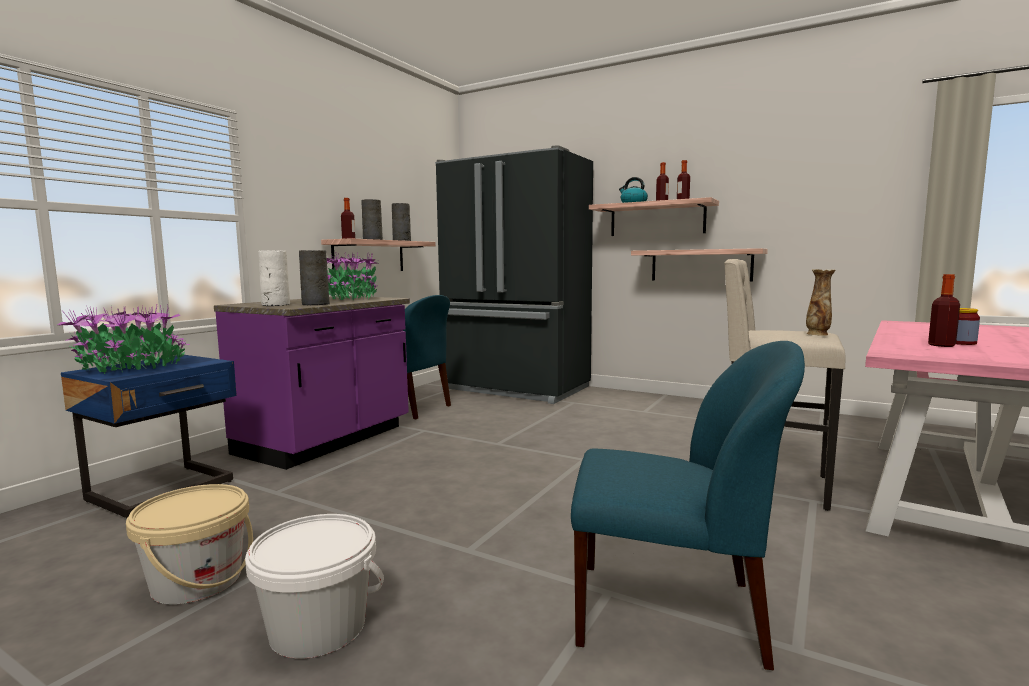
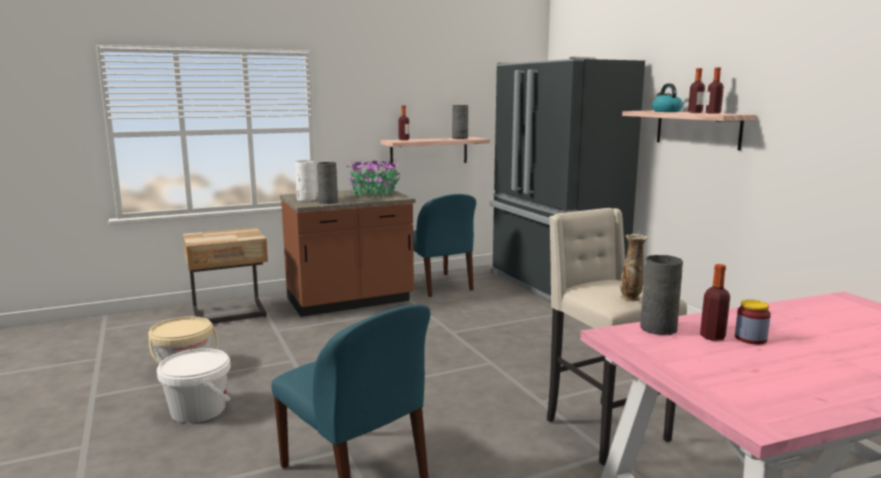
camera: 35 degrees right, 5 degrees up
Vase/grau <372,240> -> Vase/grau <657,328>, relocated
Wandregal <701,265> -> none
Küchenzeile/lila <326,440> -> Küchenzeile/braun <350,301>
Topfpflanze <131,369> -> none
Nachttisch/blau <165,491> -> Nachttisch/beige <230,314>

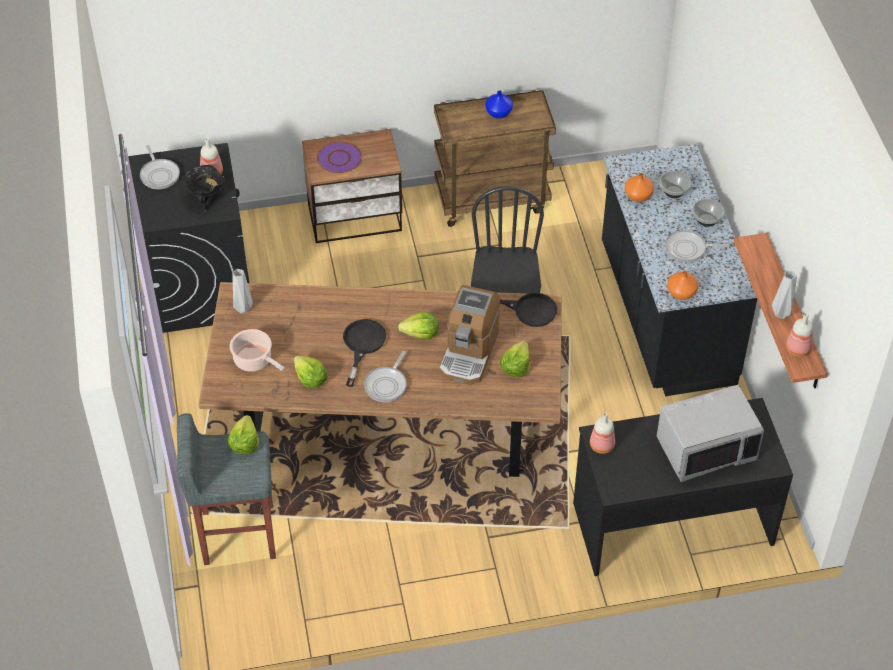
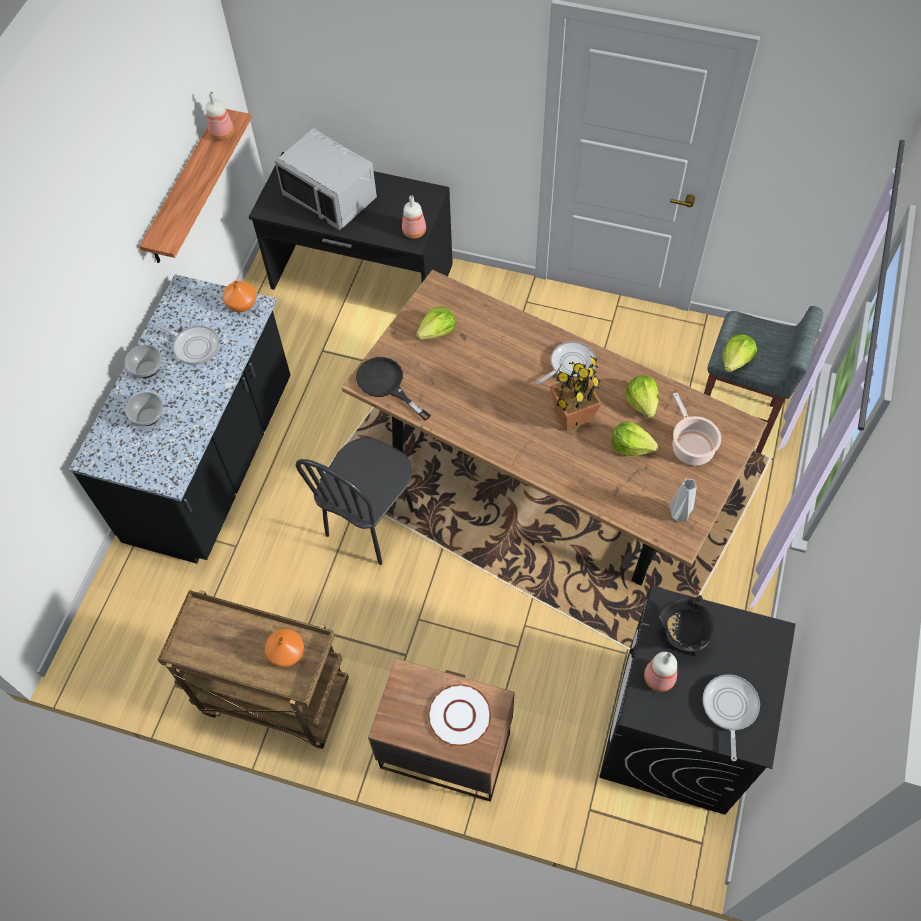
camera: 150 degrees left, 10 degrees up
Vase/blau <499,113> -> none
Teller/lila <339,158> -> Teller/weiß <459,715>
Vase/orange <638,196> -> Vase/orange <286,652>, relocated
Vase/grau <781,314> -> none
Kaffeemaschine <469,352> -> none
Salatkopf <420,334> -> Salatkopf <631,446>, relocated
Pfanne/schwarz <362,345> -> Topfpflanze <572,416>
Mikrowelle/grau <705,448> -> Mikrowelle/grau <331,196>, 150 degrees counterclockwise

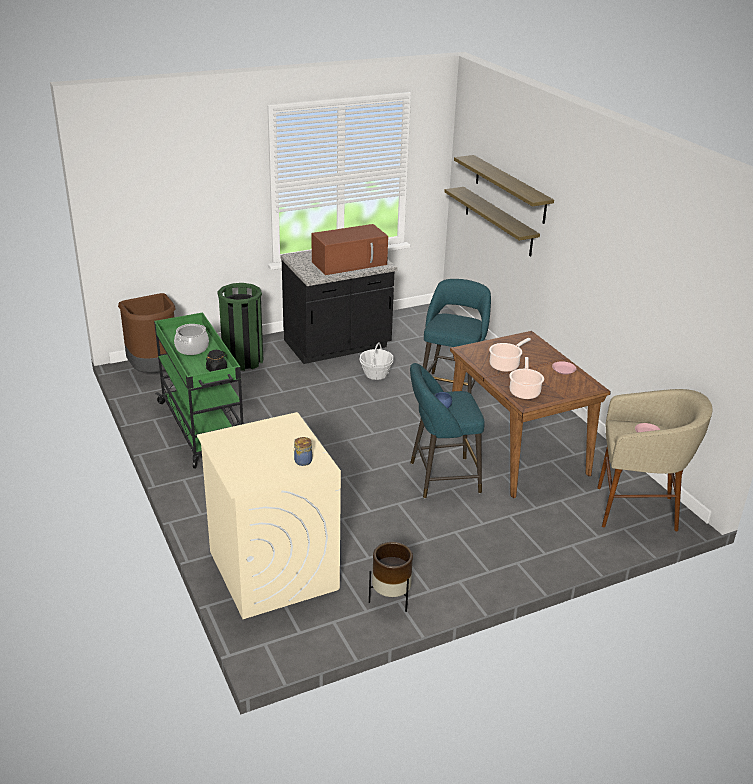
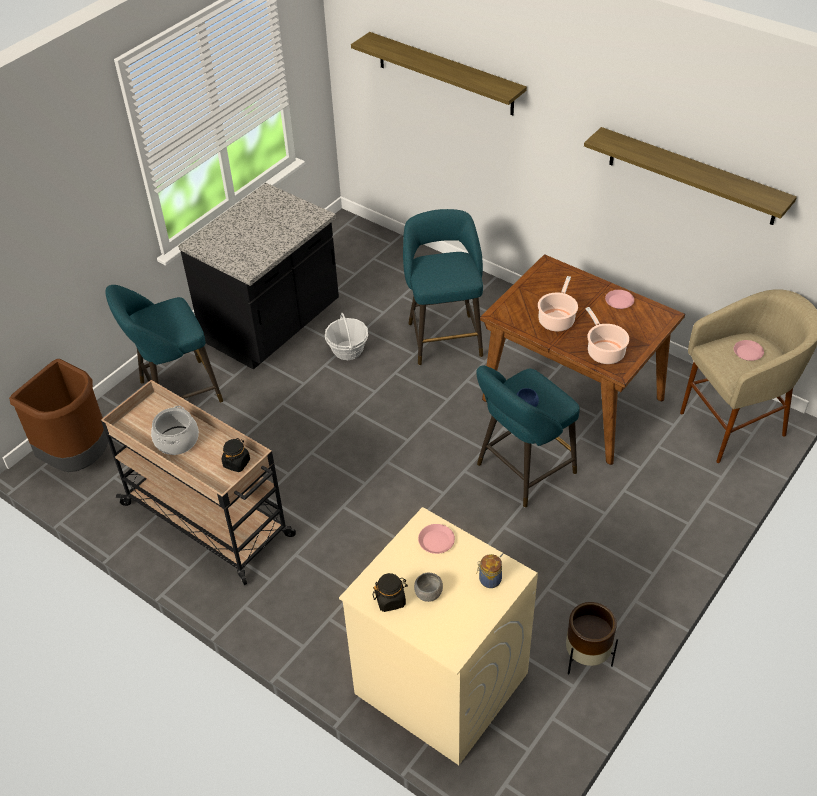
camera: 25 degrees left, 15 degrees up
Wandregal <498,221> -> Wandregal <691,176>, relocated
Mikrowelle/braun <350,263> -> none
Mülleimer/grün <243,360> -> Hocker/türkis <176,394>
Rollwagen/grün <203,429> -> Rollwagen/beige <209,521>
none -> Teller/rosa <436,541>
none -> Vorratsglas/schwarz <390,600>
none -> Schüssel/grau <428,593>

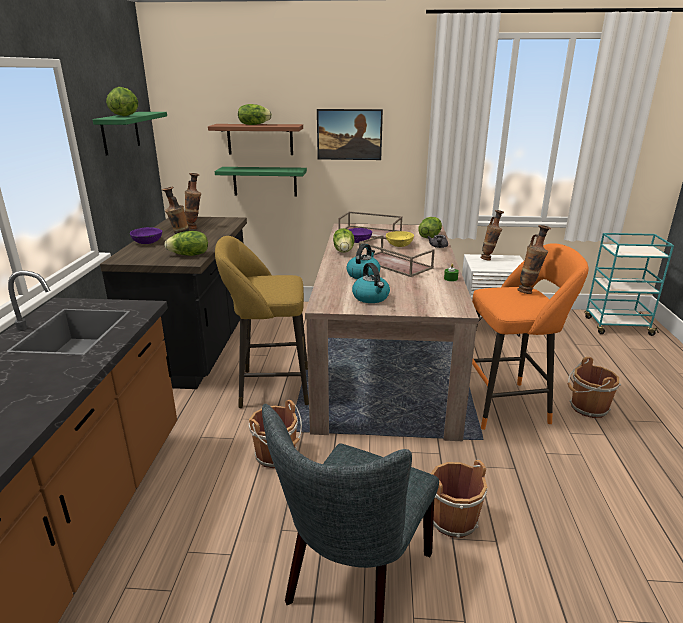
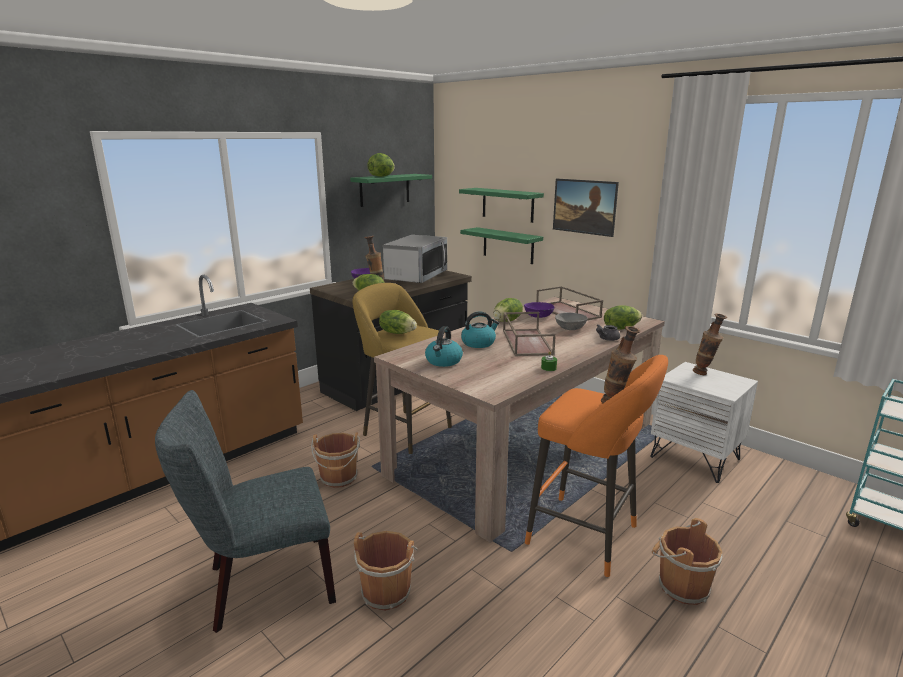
camera: 40 degrees right, 5 degrees down
Salatkopf <254,124> -> Salatkopf <397,332>, relocated
Wandregal/braun <260,139> -> Wandregal/grün <507,204>
Vase <195,228> -> Mikrowelle <416,276>
Schüssel/gelb <399,245> -> Schüssel/grau <571,328>

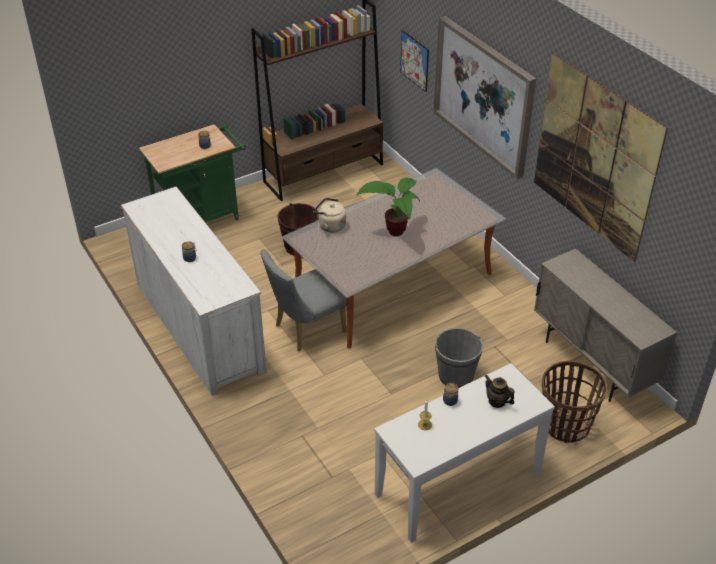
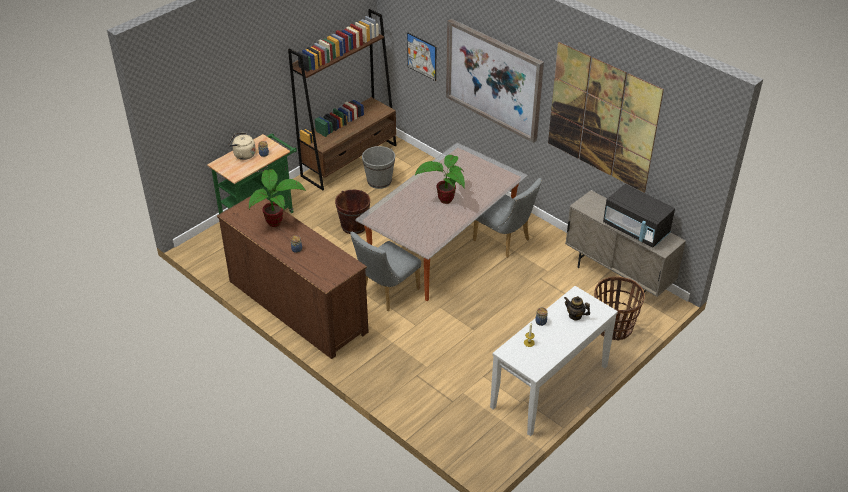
camera: 15 degrees left, 0 degrees up
Kommode/weiß <199,326> -> Kommode/braun <297,306>
Wasserkessel/beige <330,226> -> Wasserkessel/beige <243,155>, relocated
Eimer/grau <456,376> -> Eimer/grau <379,181>, relocated
none -> Topfpflanze <277,222>
none -> Stuhl/grau <505,241>
none -> Mikrowelle/schwarz <636,229>

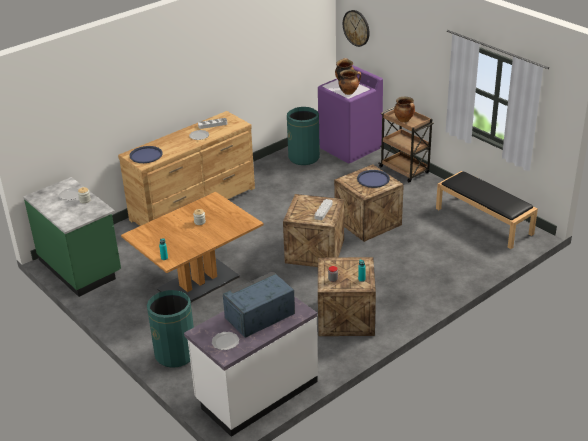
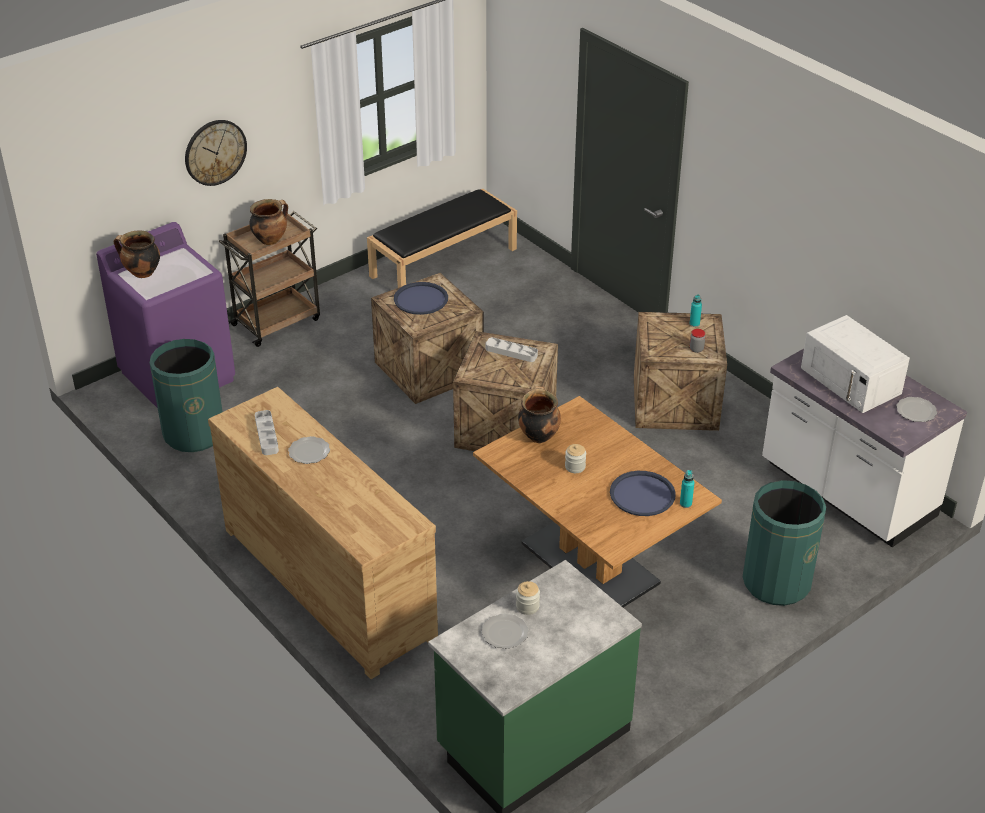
camera: 90 degrees left, 5 degrees up
Wanduhr <356,28> -> Wanduhr <215,152>, relocated
Kochtopf <349,92> -> Kochtopf <538,435>, relocated
Tablett/blau <146,155> -> Tablett/blau <642,494>, relocated
Mikrowelle/blau <259,316> -> Mikrowelle/weiß <851,381>

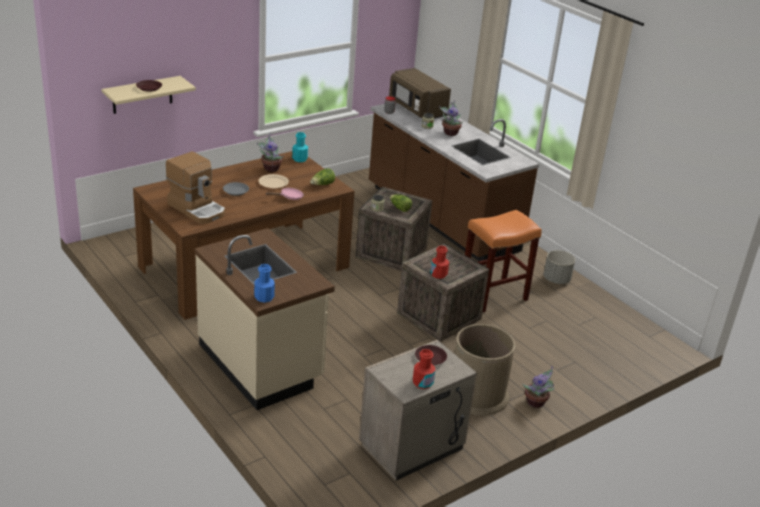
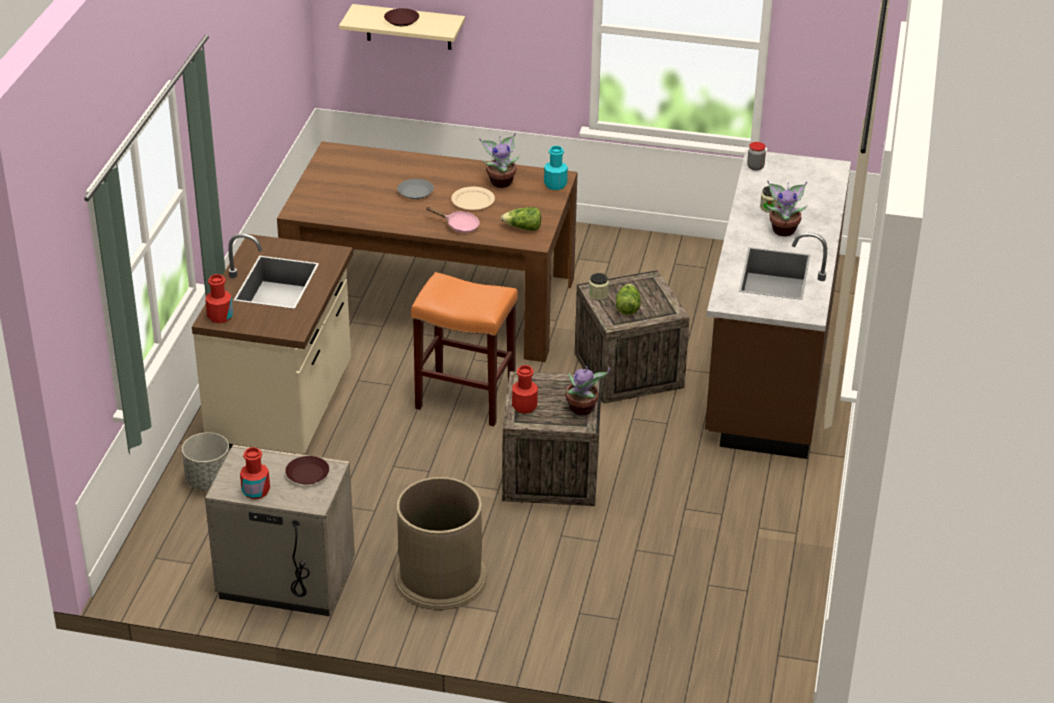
camera: 50 degrees right, 5 degrees up
Mikrowelle/braun <416,109> -> none
Kaffeemaschine <197,209> -> none
Hocker/orange <493,296> -> Hocker/orange <464,399>, relocated
Pflanzkübel/grau <556,280> -> Pflanzkübel/grau <208,481>, relocated
Flasche/blau <264,297> -> Flasche/rot <220,316>
Topfpflanze <536,403> -> Topfpflanze <582,409>, relocated

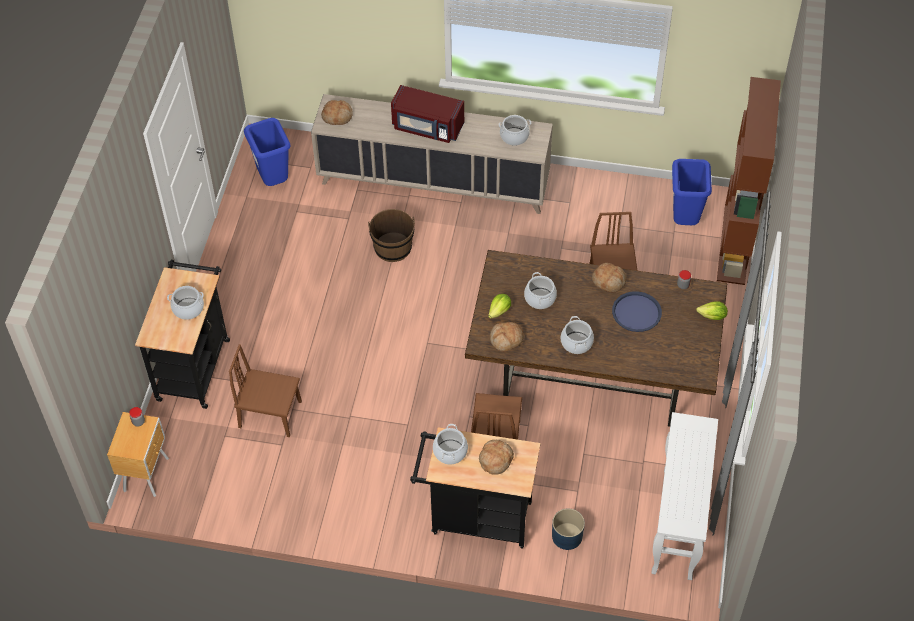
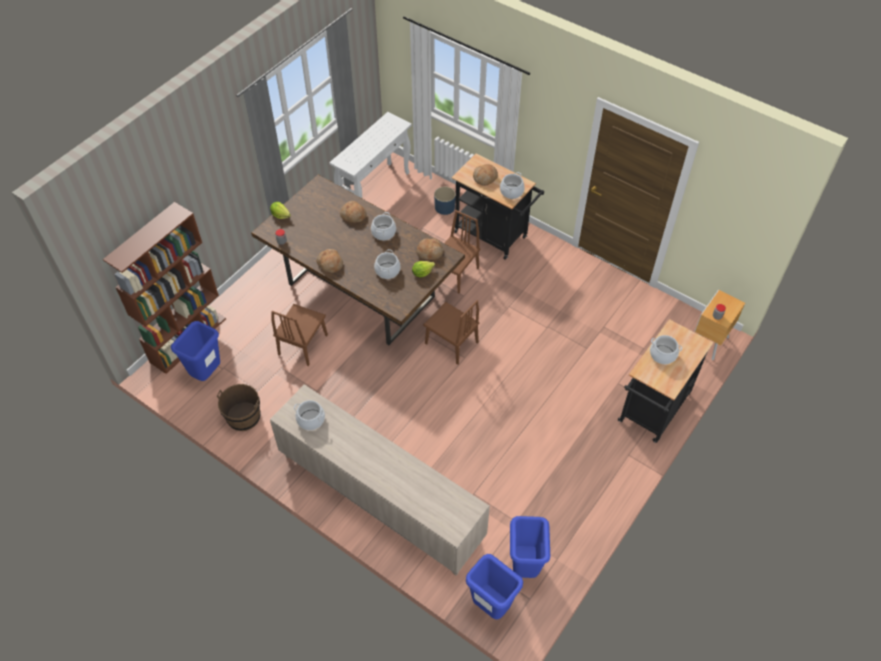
camera: 155 degrees left, 0 degrees up
Mikrowelle/rot <427,127> -> none
Brot <337,116> -> Brot <353,215>, relocated
Eimer/braun <393,247> -> Eimer/braun <243,417>, relocated
Tablett/blau <636,312> -> none
Stuhl/braun <270,414> -> Stuhl/braun <451,343>, relocated
none -> Mülleimer/blau <490,605>

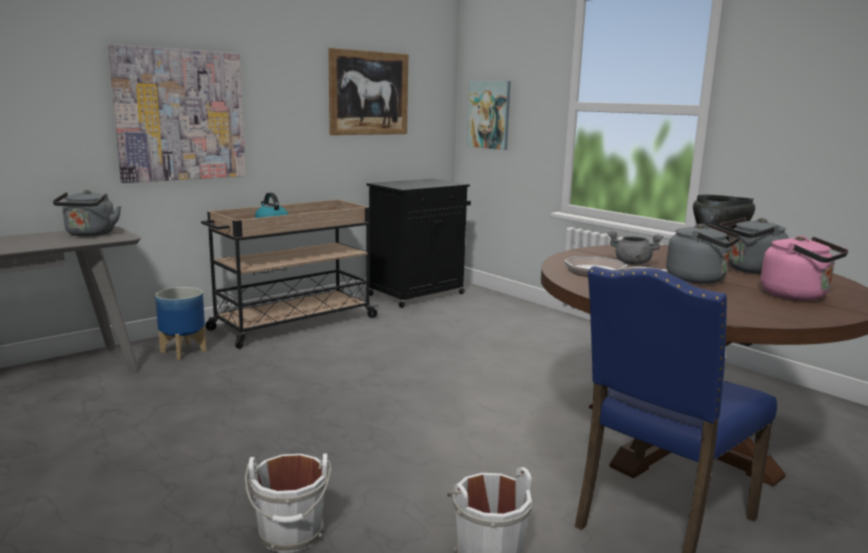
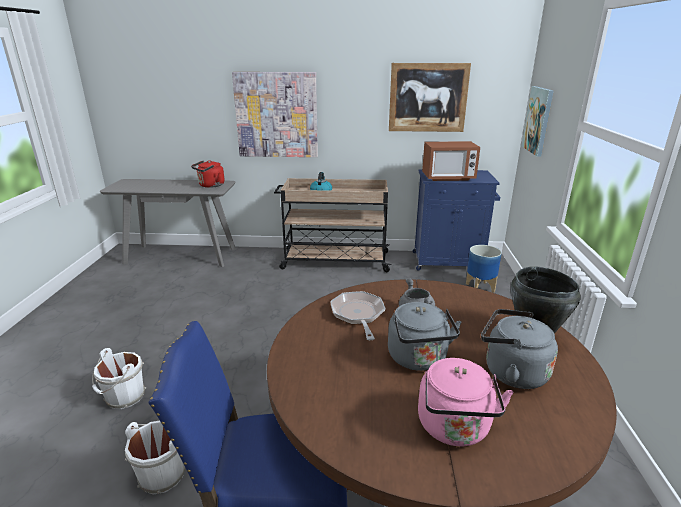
camera: 45 degrees right, 10 degrees up
Schrank/schwarz <418,294> -> Schrank/blau <449,262>
Wasserkessel/grau <90,234> -> Wasserkessel/rot <210,185>
Pflanzkübel <182,351> -> Pflanzkübel <479,287>, relocated
none -> Mikrowelle <448,178>

